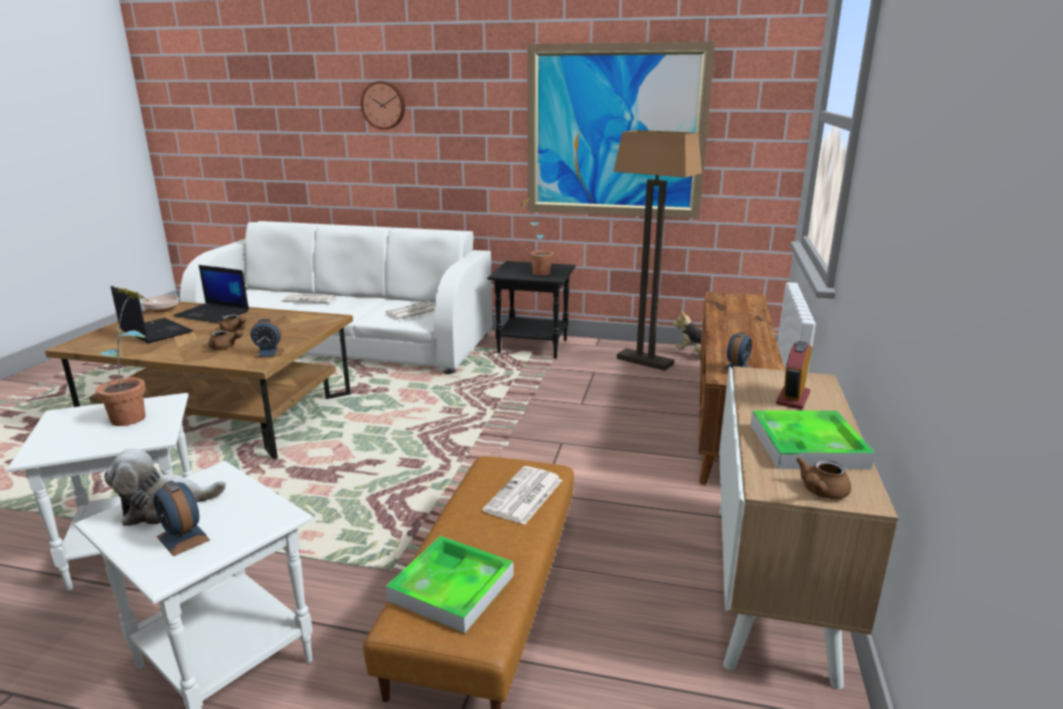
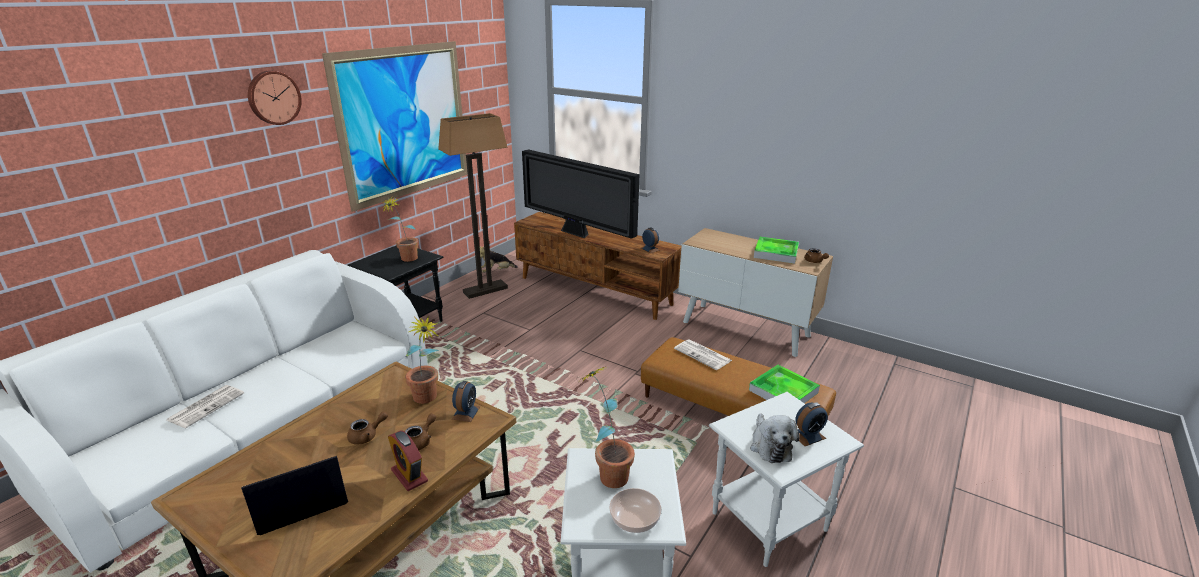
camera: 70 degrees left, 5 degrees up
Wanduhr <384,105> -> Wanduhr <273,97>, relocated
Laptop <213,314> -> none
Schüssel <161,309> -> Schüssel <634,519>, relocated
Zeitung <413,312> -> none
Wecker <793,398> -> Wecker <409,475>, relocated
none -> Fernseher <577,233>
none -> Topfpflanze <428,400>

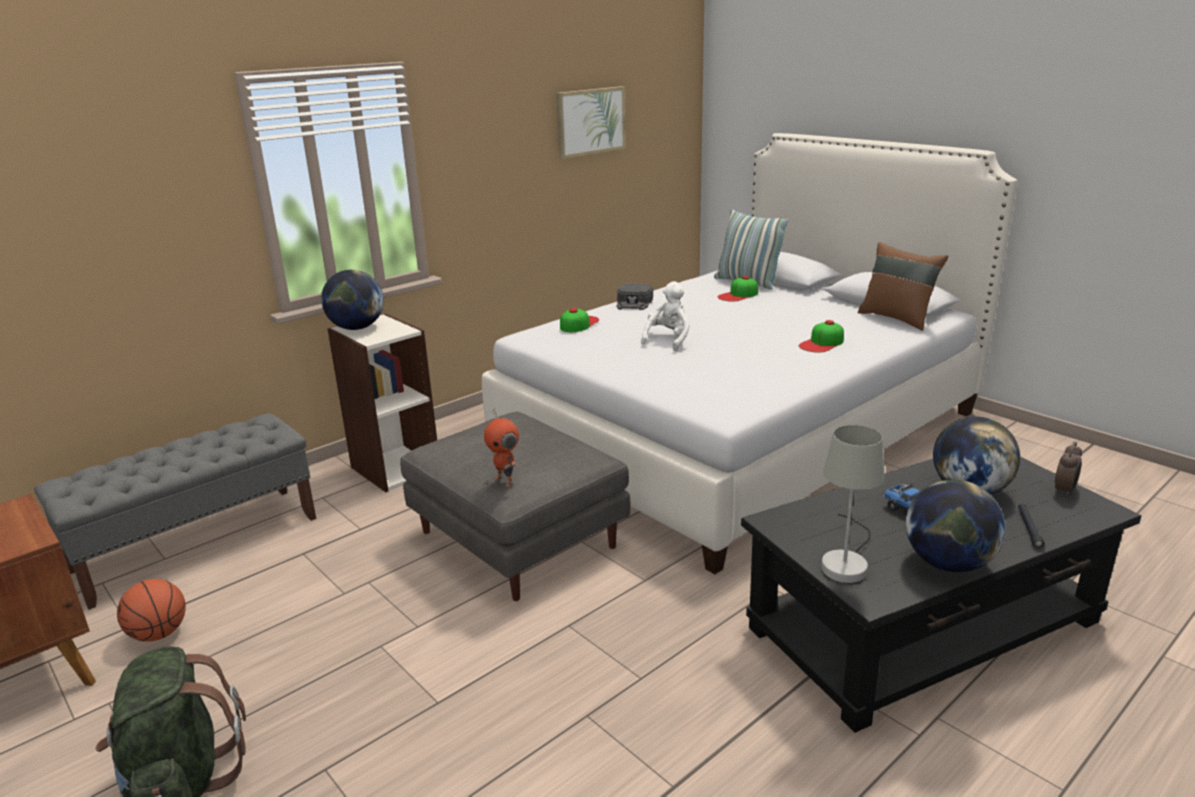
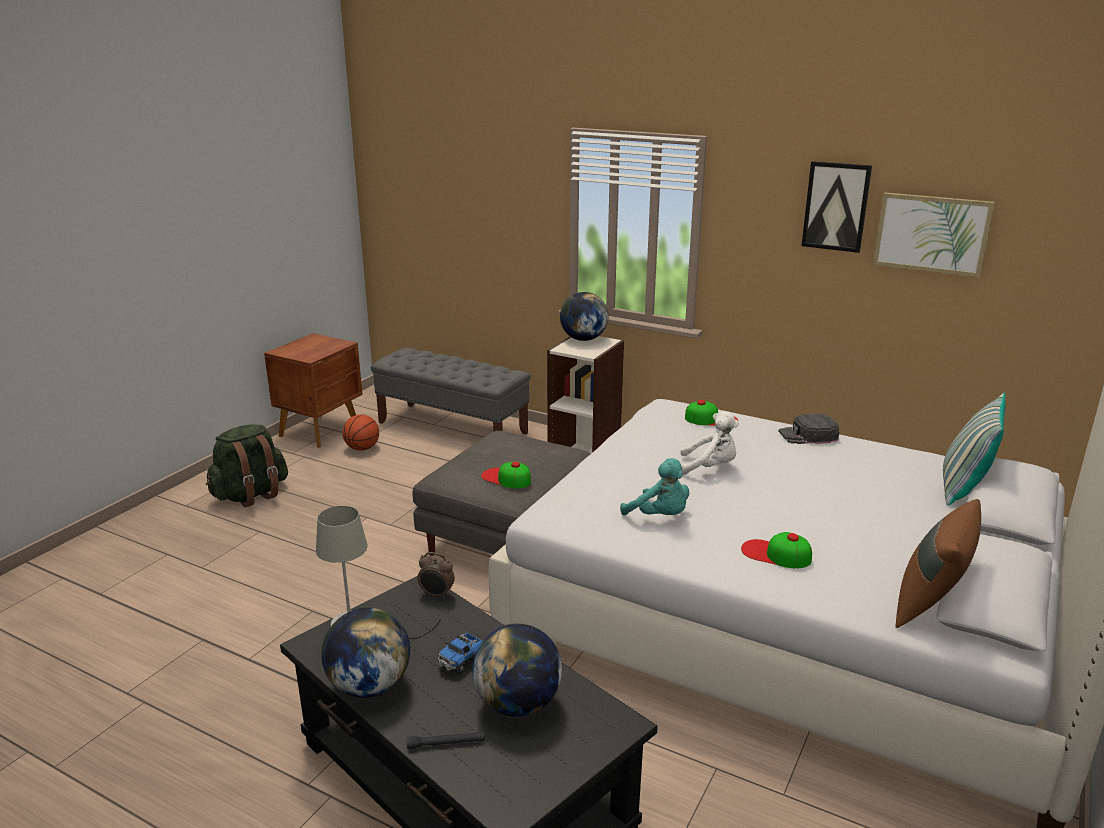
camera: 70 degrees right, 0 degrees up
Kappe <738,295> -> Kappe <506,478>, relocated
Spielzeugroboter <505,480> -> none
Wecker <1064,490> -> Wecker <436,595>, relocated
none -> Bild <836,206>
none -> Plüschtier/türkis <659,516>

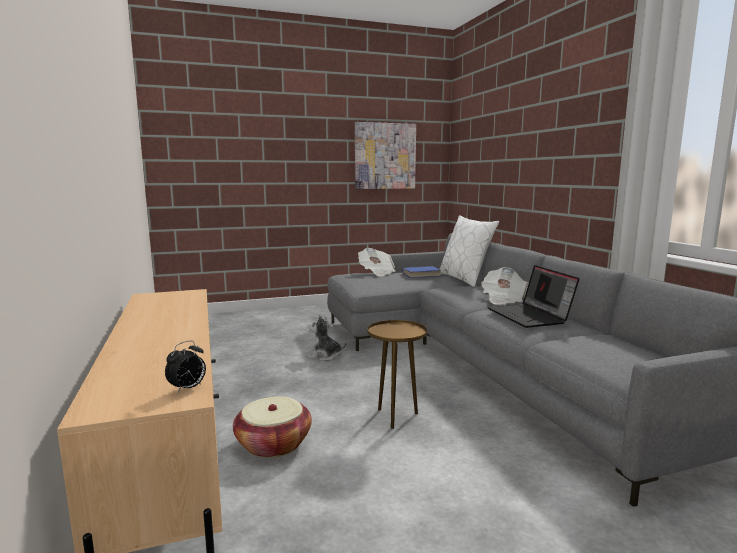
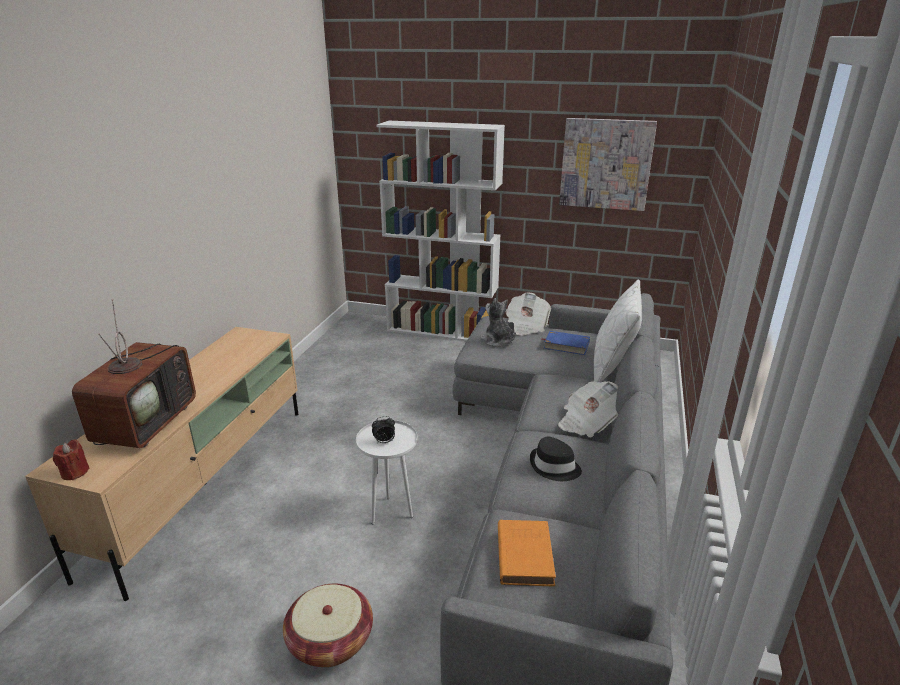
camera: 35 degrees right, 15 degrees up
Laptop <530,316> -> Hut/schwarz <554,467>
Plüschtier <325,356> -> Plüschtier <498,341>, relocated
Beistelltisch/braun <396,416> -> Beistelltisch/weiß <391,512>
Wecker <188,388> -> Wecker <384,442>, relocated
Korb <273,444> -> Korb <330,640>, relocated
none -> Bücherregal/weiß <442,331>
none -> Fernseher <146,422>
none -> Kerze/rot <75,472>
none -> Buch/orange <524,554>

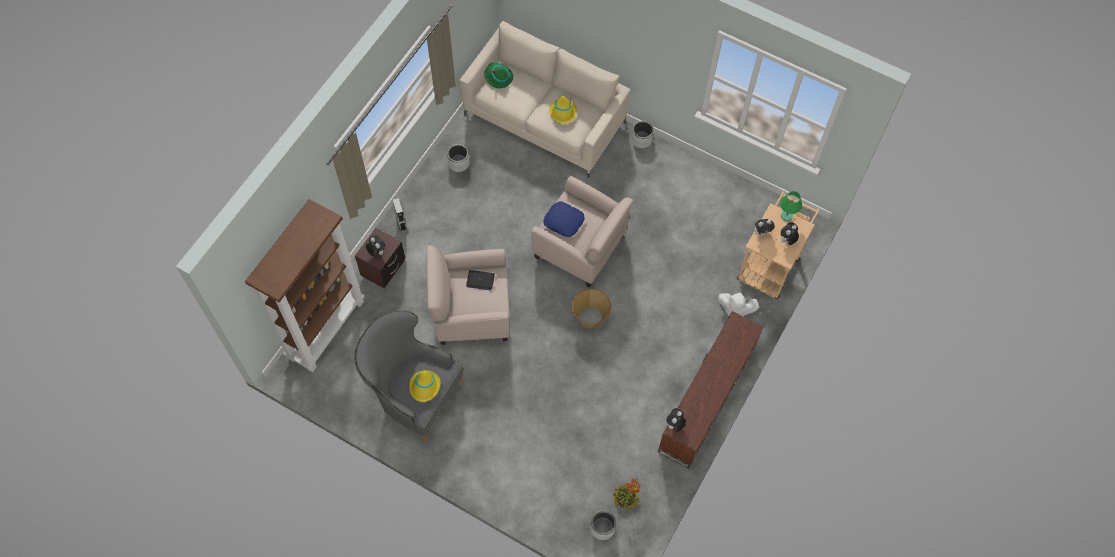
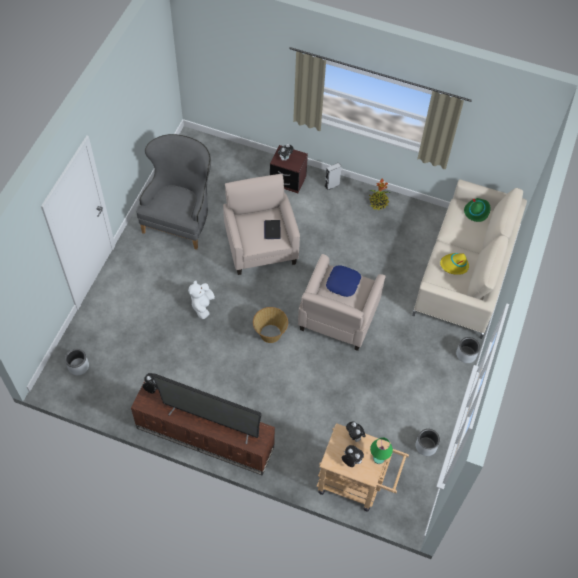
camera: 80 degrees right, 5 degrees down
Pflanzkübel/grau <458,163> -> Pflanzkübel/grau <426,446>, relocated
Bücherregal/braun <326,328> -> none
Plüschtier/weiß <735,309> -> Plüschtier/weiß <202,305>, relocated
Hut/gelb <425,387> -> none
Topfpflanze <625,498> -> Topfpflanze <378,203>, relocated
none -> Fernseher <210,420>

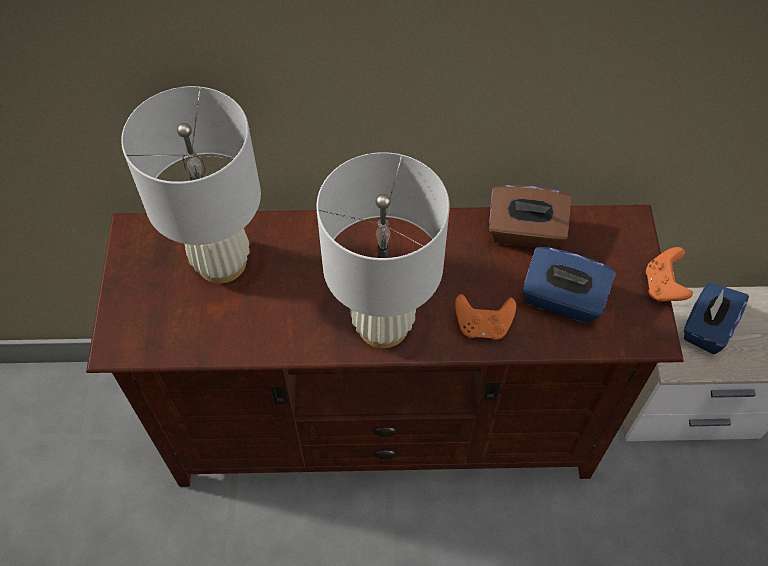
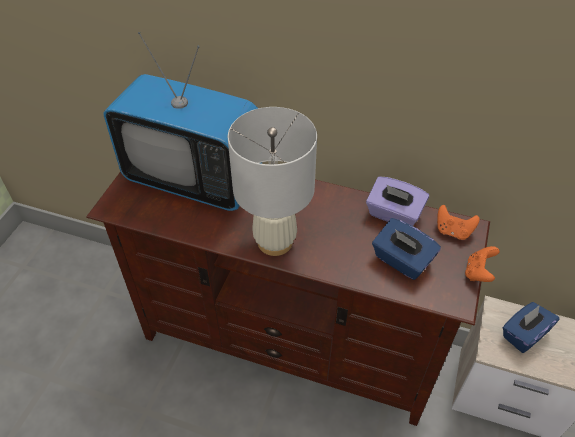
camera: 20 degrees right, 10 degrees down
Tischlampe/weiß <222,262> -> Fernseher <194,180>
Taschentuchbox/braun <525,233> -> Taschentuchbox/lila <393,214>
Gamepad/orange <482,326> -> Gamepad/orange <453,231>, relocated

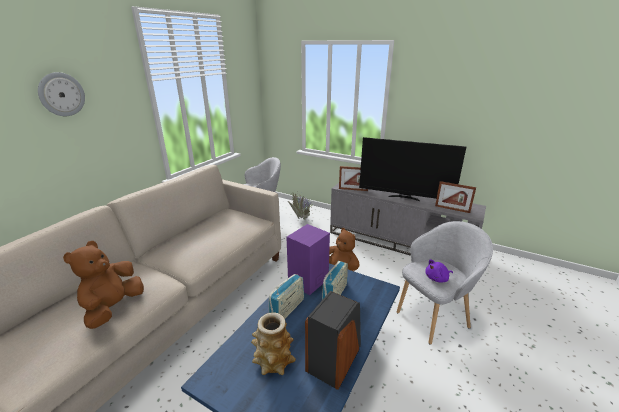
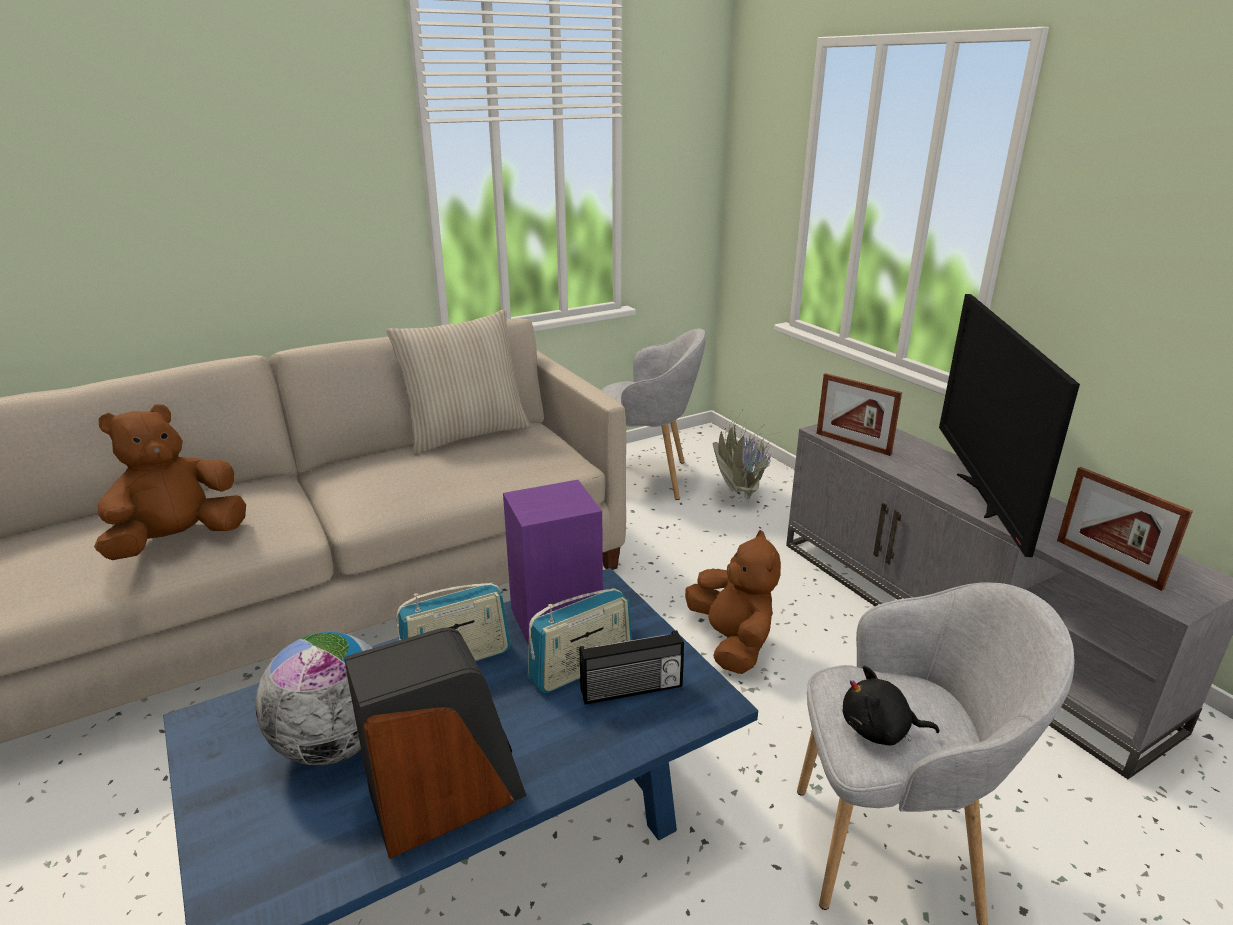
camera: 30 degrees right, 0 degrees up
Wanduhr <61,94> -> none
Fernseher <404,197> -> Fernseher <981,496>, 45 degrees clockwise
Plüschtier/lila <437,278> -> Plüschtier/schwarz <879,730>
Vase <273,361> -> Globus <335,744>
none -> Kissen/beige <466,434>
none -> Radio <632,690>

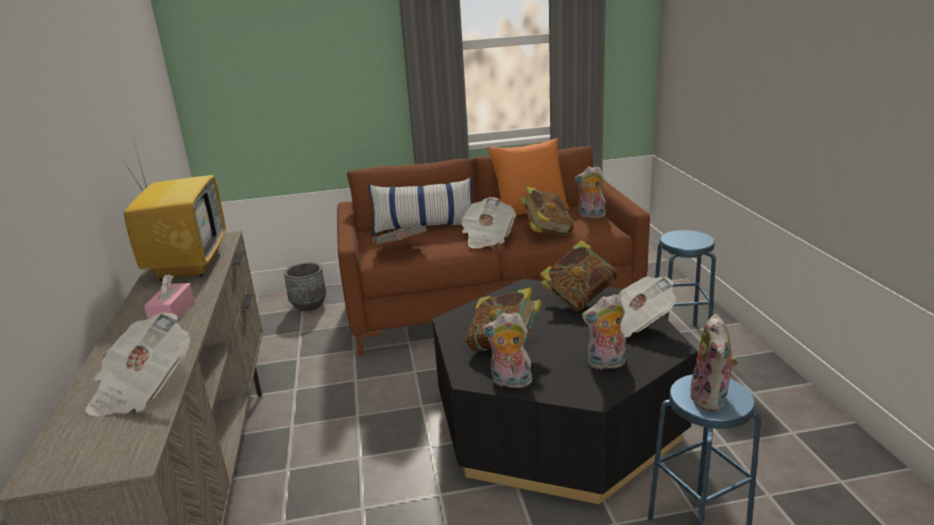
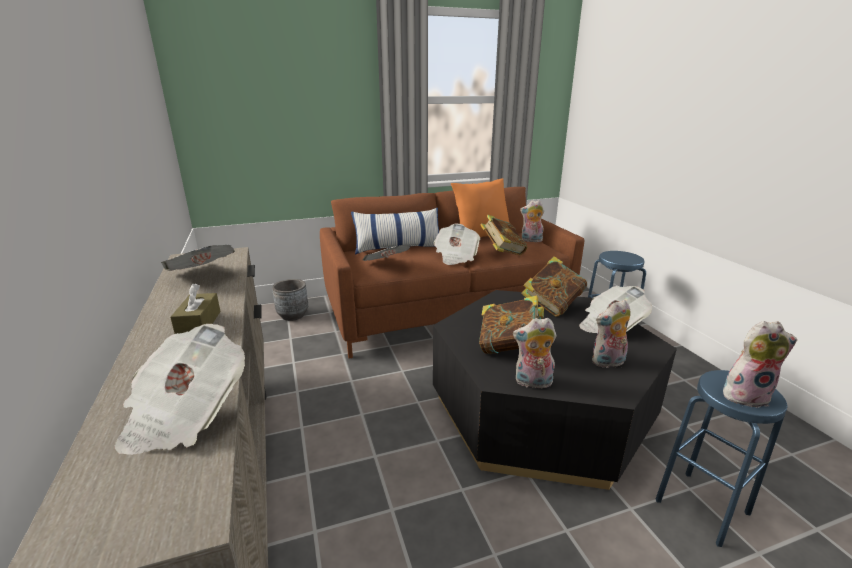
camera: 10 degrees left, 0 degrees up
Fernseher <188,264> -> Zeitung <202,276>
Taschentuchbox/rosa <172,312> -> Taschentuchbox/braun <199,324>
Plüschtier <711,399> -> Plüschtier <745,395>, 90 degrees counterclockwise

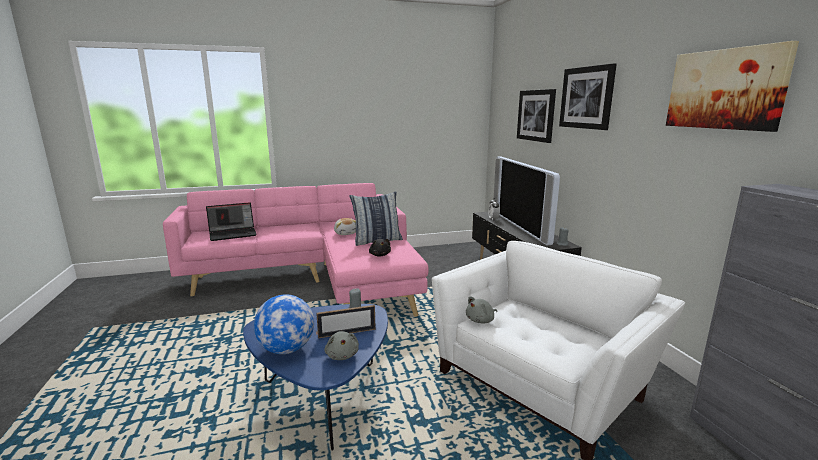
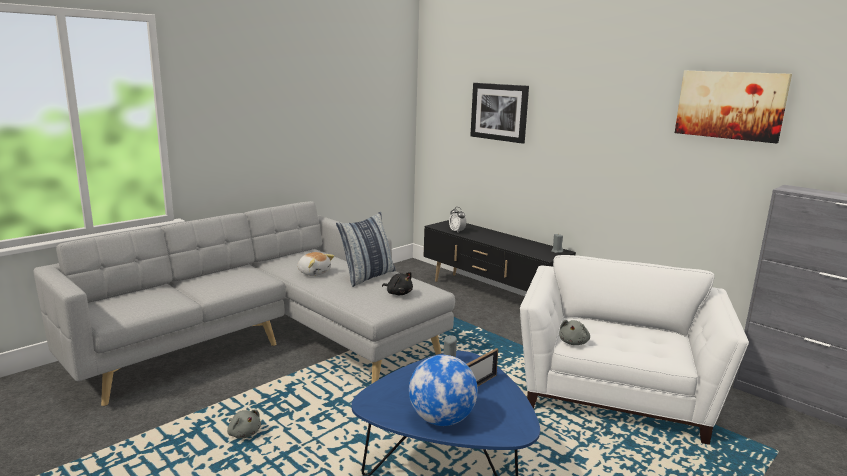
camera: 30 degrees left, 0 degrees up
Bild <586,97> -> none
Fernseher <522,226> -> none
Sofa/rosa <317,282> -> Sofa/grau <274,345>
Laptop <233,234> -> none
Plüschtier/grau <342,355> -> Plüschtier/grau <244,433>, relocated

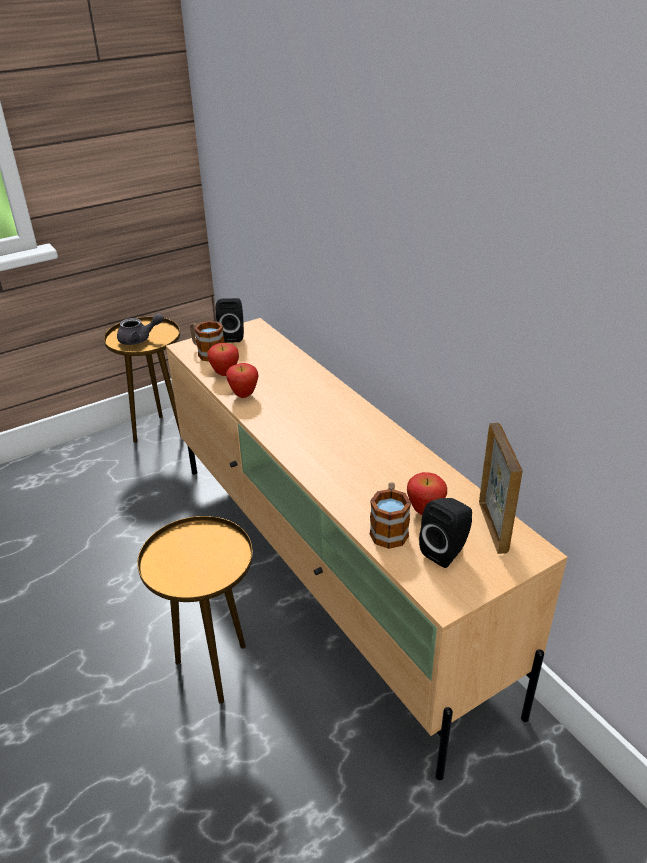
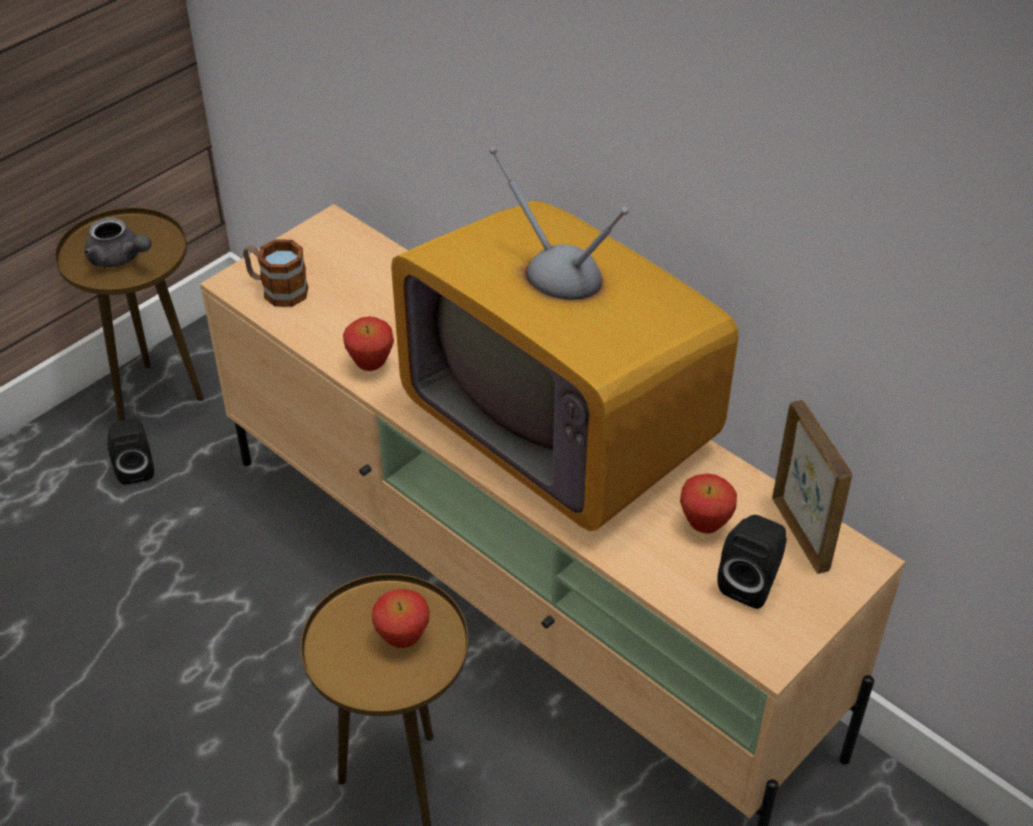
camera: 15 degrees left, 10 degrees up
Lautsprecher/schwarz <232,336> -> Lautsprecher/schwarz <136,468>, relocated
Teekanne/grau <139,339> -> Teekanne/grau <119,258>, 60 degrees clockwise
Apfel <225,374> -> Apfel <403,639>, relocated
Henkelbecher <389,528> -> none
none -> Fernseher <560,428>

